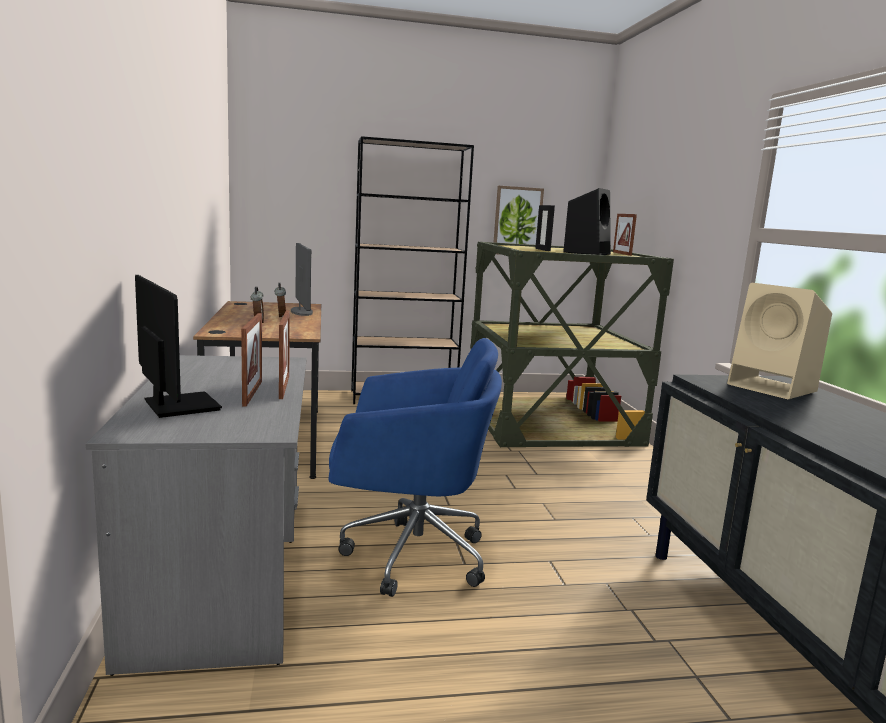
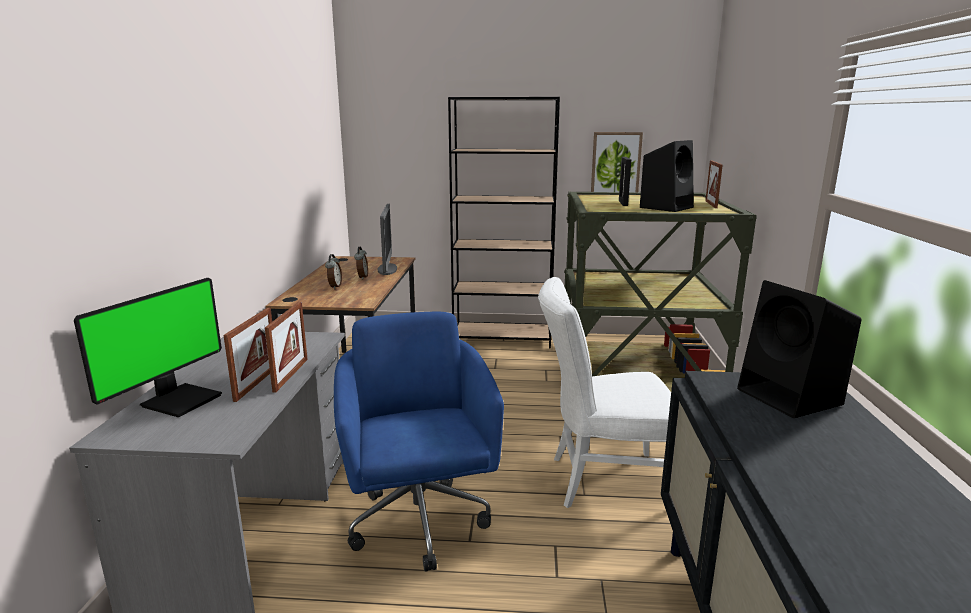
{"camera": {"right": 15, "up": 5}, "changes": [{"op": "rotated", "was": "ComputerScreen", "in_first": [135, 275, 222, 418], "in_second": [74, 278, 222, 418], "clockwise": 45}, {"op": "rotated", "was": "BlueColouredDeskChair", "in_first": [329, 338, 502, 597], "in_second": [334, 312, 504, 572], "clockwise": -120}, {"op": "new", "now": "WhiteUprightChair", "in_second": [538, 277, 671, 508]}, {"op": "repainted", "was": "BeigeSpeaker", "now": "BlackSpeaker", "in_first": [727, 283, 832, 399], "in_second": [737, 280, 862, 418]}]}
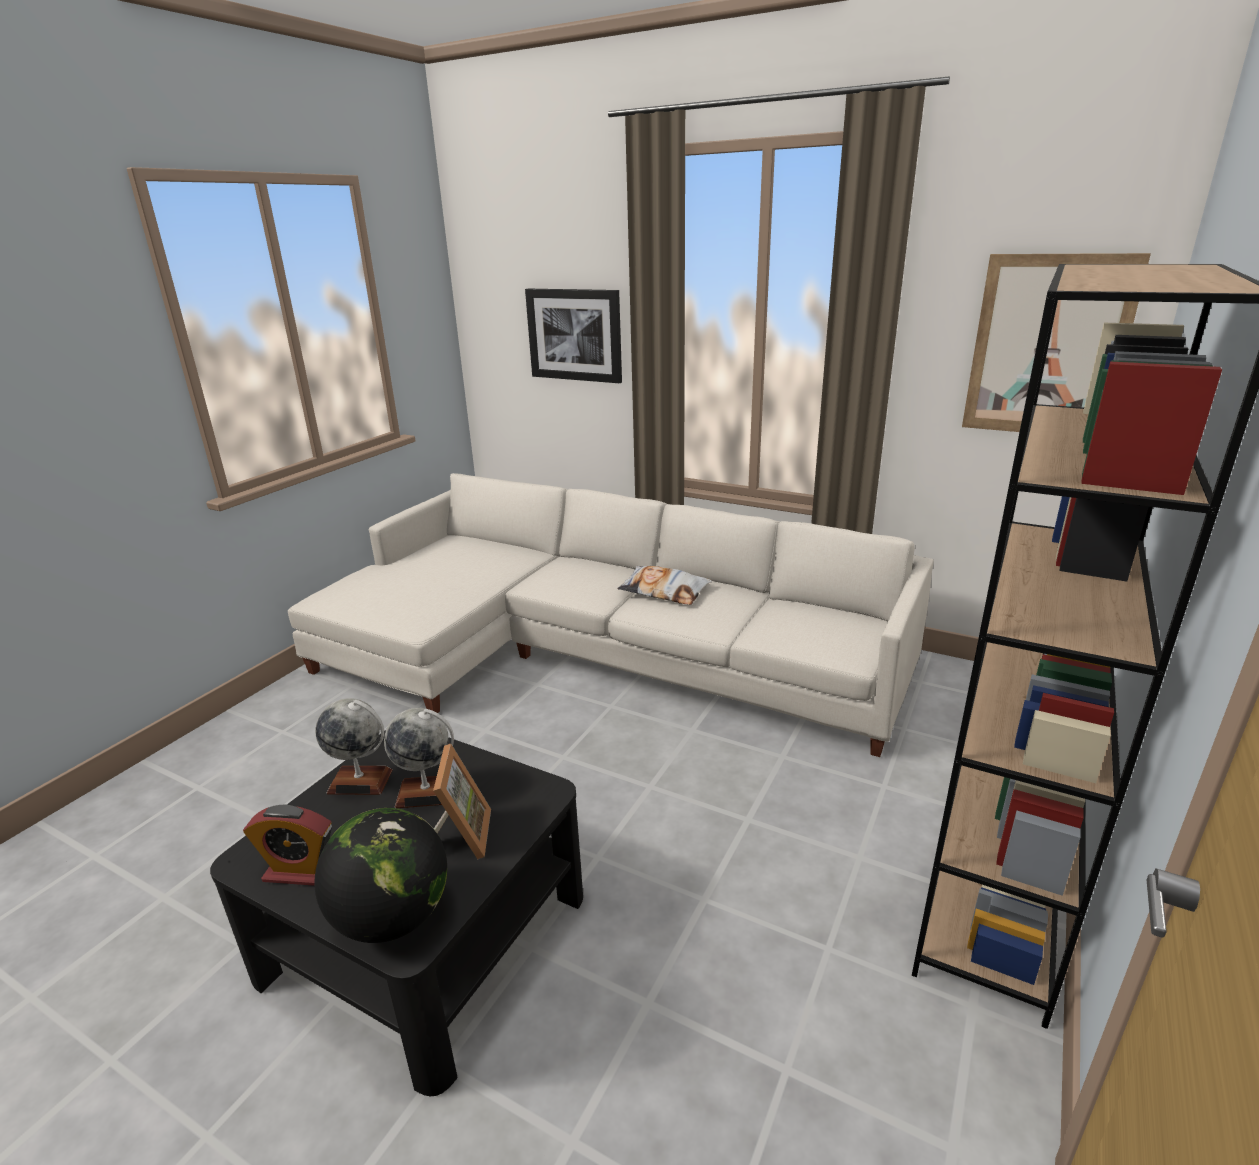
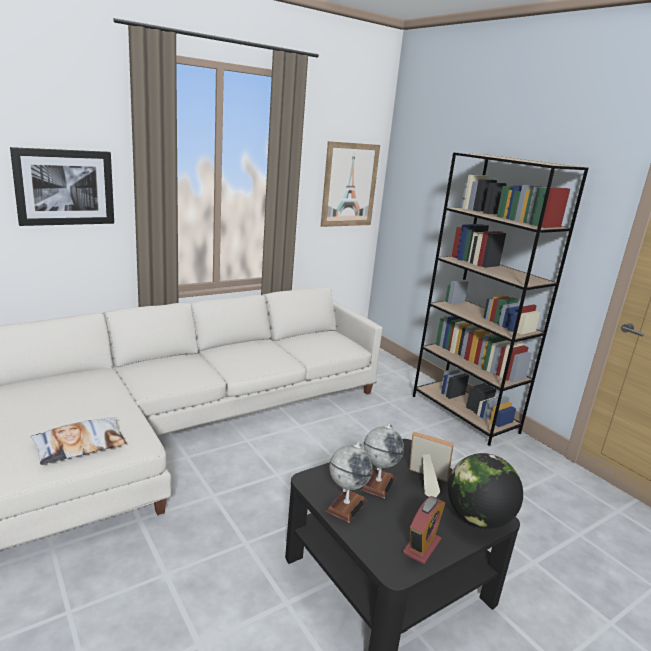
{"camera": {"right": -65, "up": -5}, "changes": [{"op": "shifted", "was": "Pillow", "in_first": [617, 566, 712, 605], "in_second": [30, 417, 126, 465]}]}
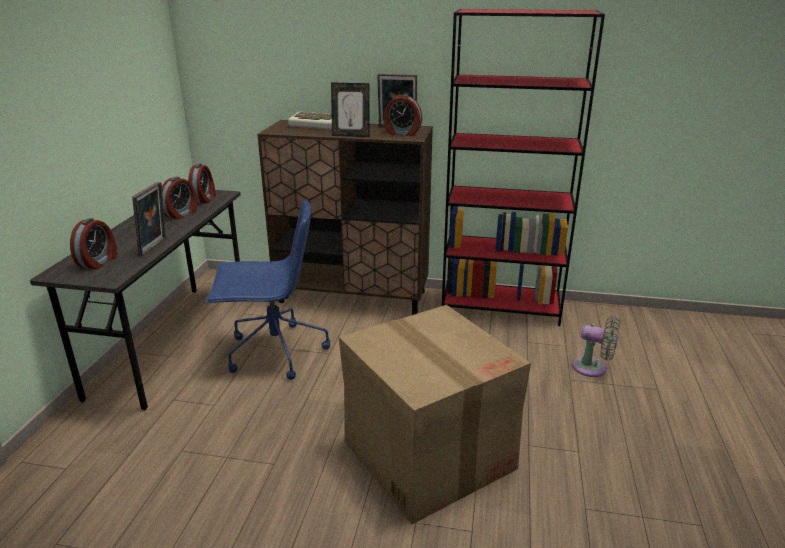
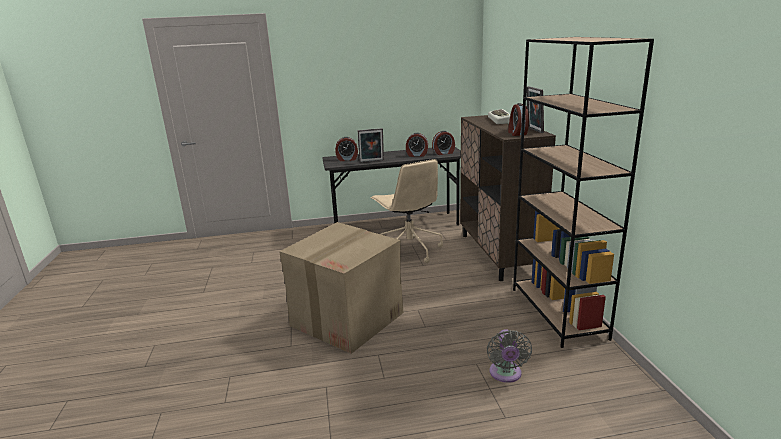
{"camera": {"right": 70, "up": -5}, "changes": [{"op": "repainted", "was": "BlueColouredDeskChair", "now": "BeigeDeskChair", "in_first": [206, 199, 330, 380], "in_second": [370, 159, 443, 263]}, {"op": "repainted", "was": "ReddishBookshelf", "now": "BeigeBookshelf", "in_first": [442, 9, 605, 326], "in_second": [513, 37, 654, 348]}, {"op": "gone", "was": "PhotoFrame", "in_first": [331, 83, 370, 137]}]}
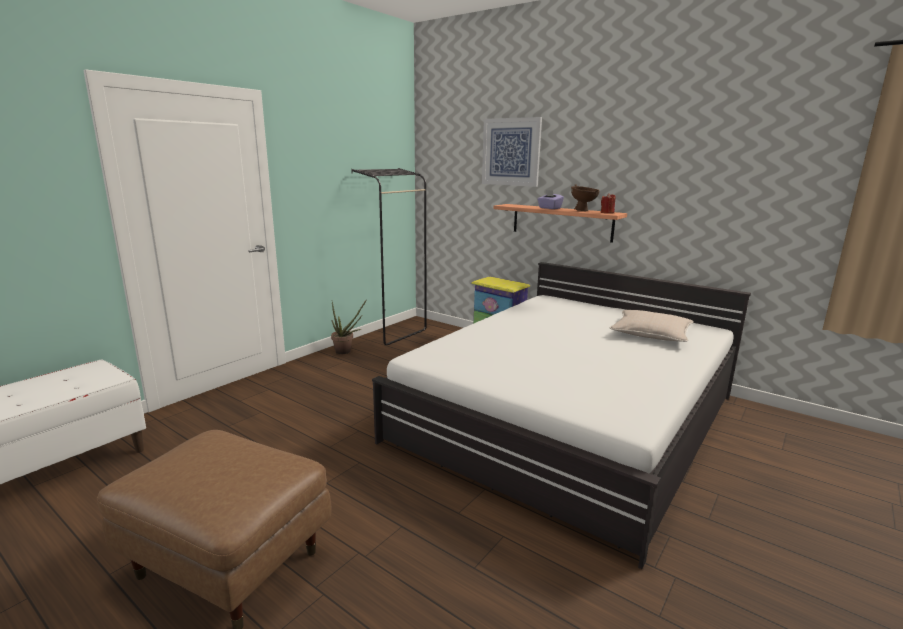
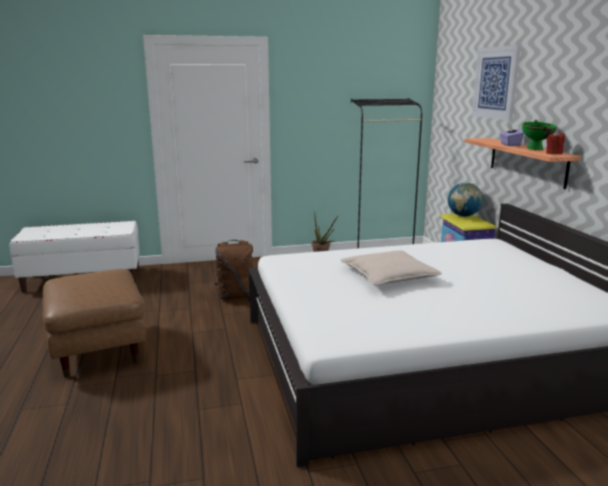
{"camera": {"right": 40, "up": 0}, "changes": [{"op": "new", "now": "BrownColouredRucksack", "in_second": [214, 240, 253, 299]}, {"op": "shifted", "was": "BeigePillow", "in_first": [610, 310, 694, 342], "in_second": [340, 250, 442, 285]}, {"op": "new", "now": "WorldGlobe", "in_second": [448, 182, 483, 217]}, {"op": "repainted", "was": "BrownColouredServingBowl", "now": "GreenColouredServingBowl", "in_first": [571, 184, 599, 211], "in_second": [522, 120, 557, 150]}]}
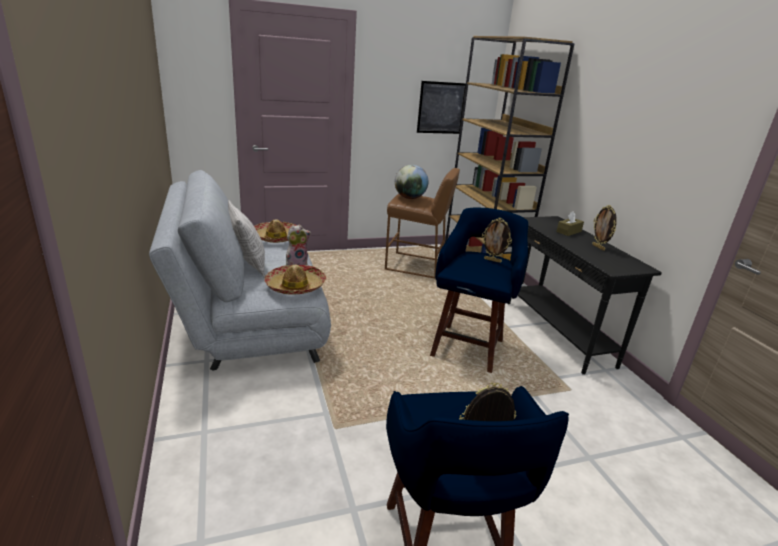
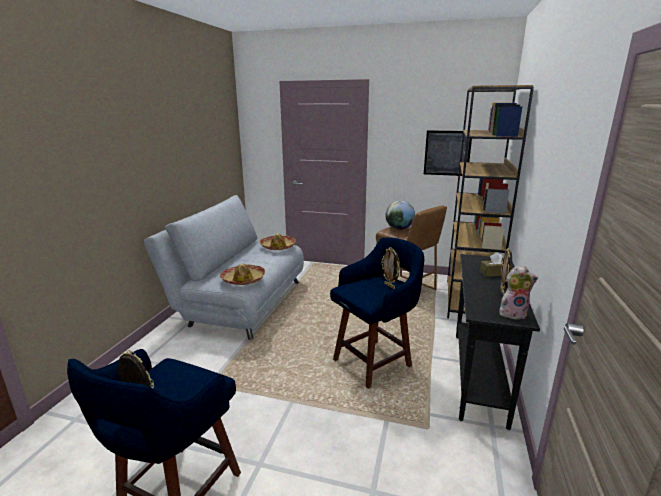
{"camera": {"right": 35, "up": -5}, "changes": [{"op": "shifted", "was": "CuddlyToy", "in_first": [286, 225, 311, 265], "in_second": [499, 266, 538, 320]}, {"op": "gone", "was": "Pillow", "in_first": [228, 200, 265, 278]}]}
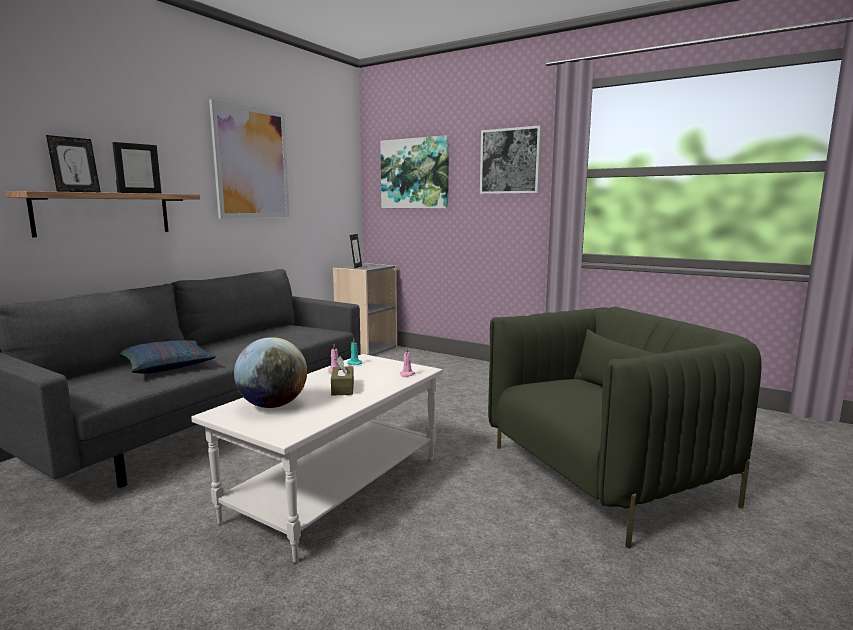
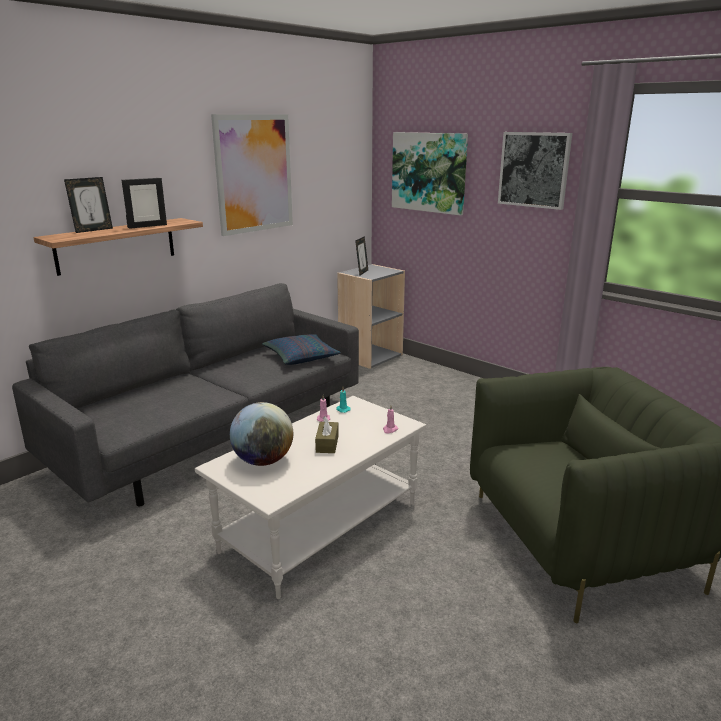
{"camera": {"right": 10, "up": 10}, "changes": [{"op": "shifted", "was": "BlueColouredPillow", "in_first": [119, 340, 216, 374], "in_second": [262, 334, 341, 365]}]}
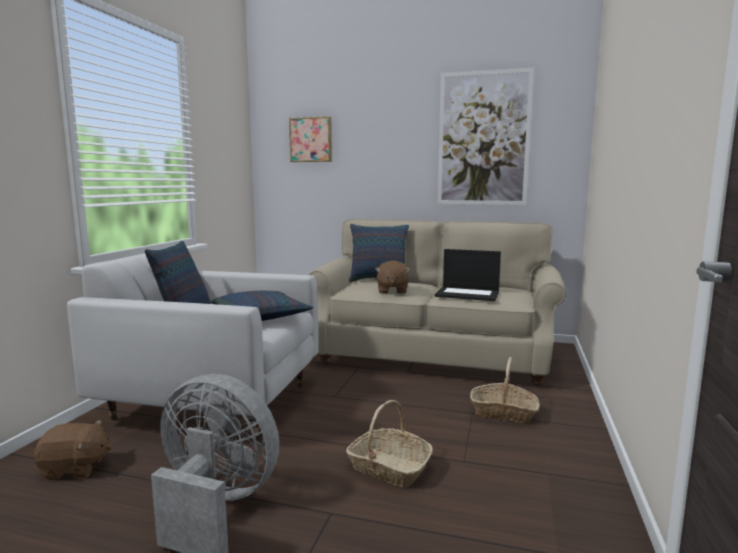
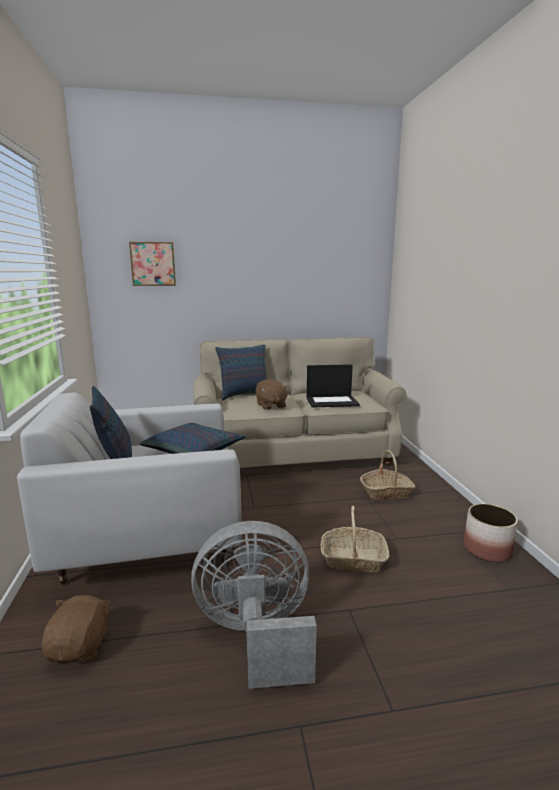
{"camera": {"right": -25, "up": 5}, "changes": [{"op": "rotated", "was": "BrownColouredCuddlyToy", "in_first": [34, 420, 112, 480], "in_second": [42, 595, 110, 663], "clockwise": -60}, {"op": "new", "now": "FlowerPot", "in_second": [464, 504, 518, 562]}, {"op": "gone", "was": "Picture", "in_first": [438, 68, 534, 205]}]}
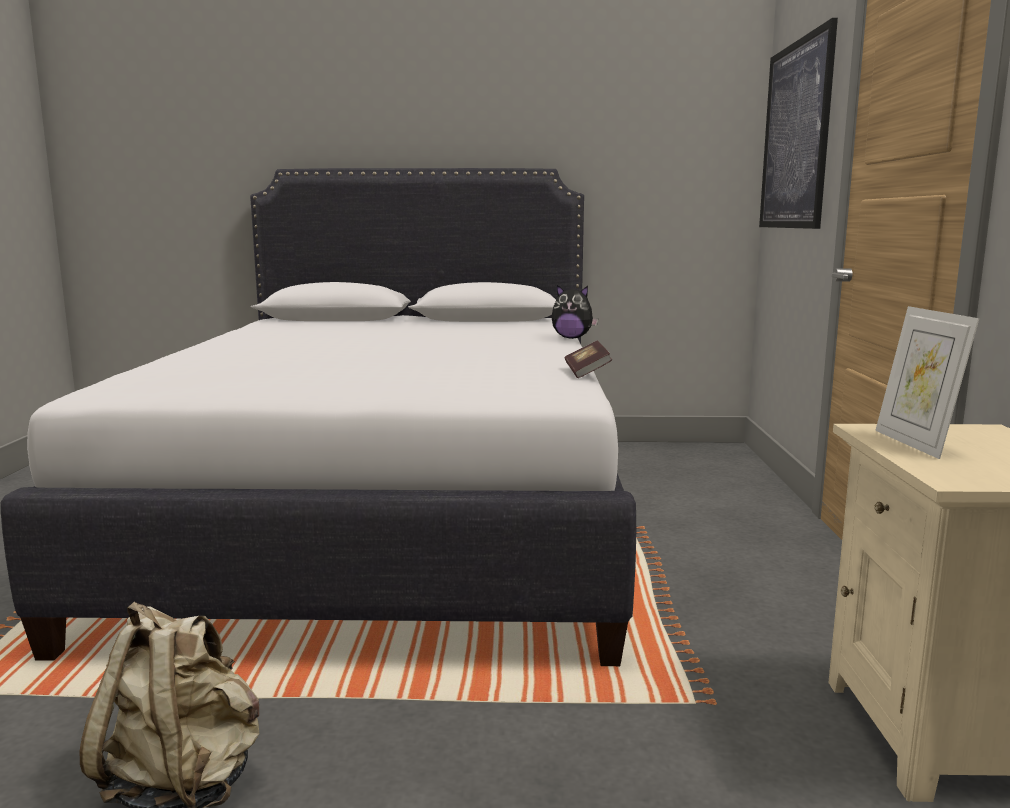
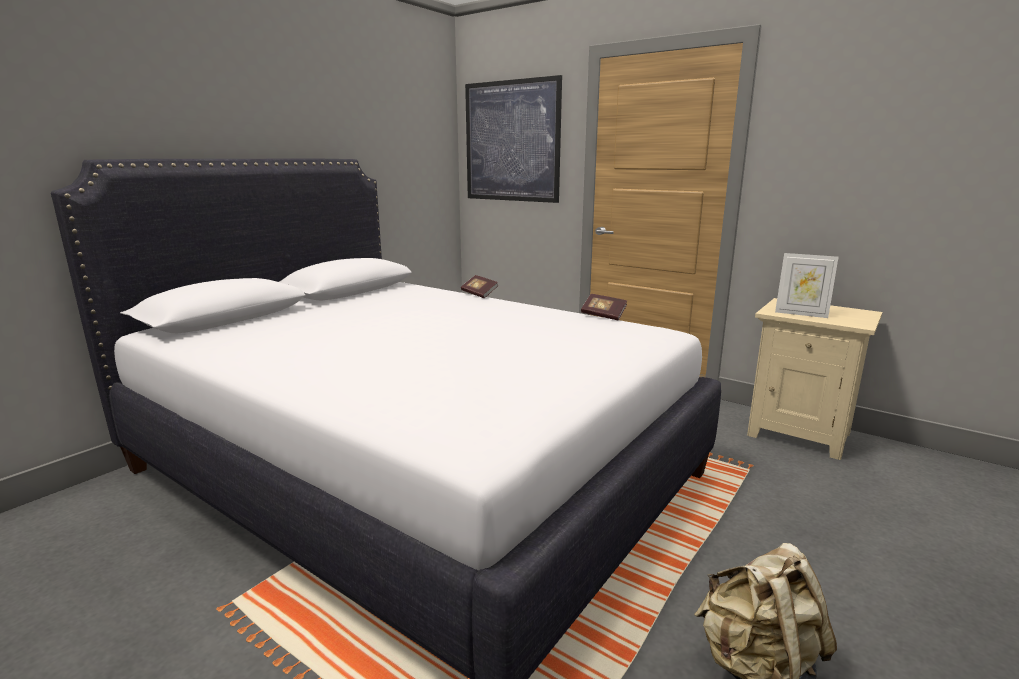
{"camera": {"right": -55, "up": 5}, "changes": [{"op": "swapped", "was": "CuddlyToy", "now": "Book", "in_first": [551, 285, 598, 339], "in_second": [461, 275, 499, 298]}]}
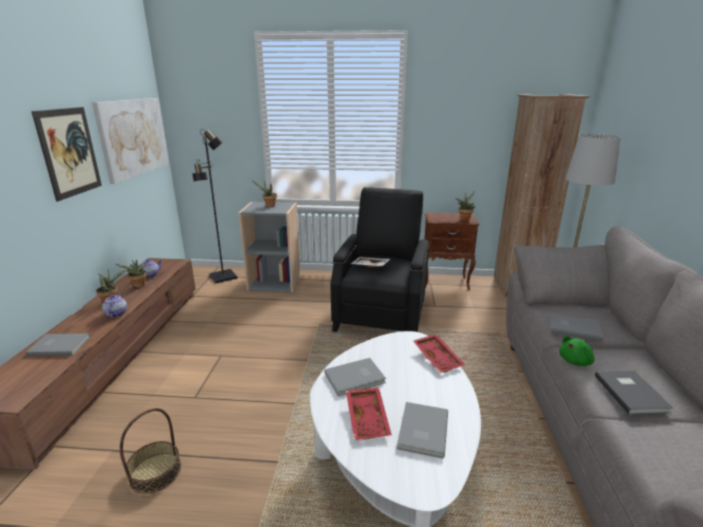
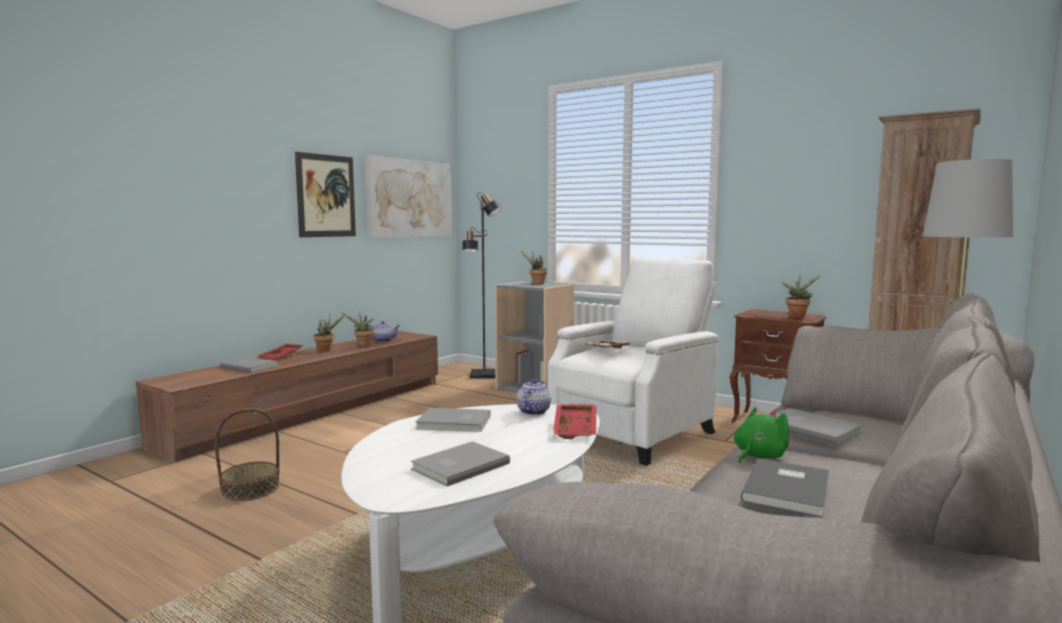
{"camera": {"right": 30, "up": -15}, "changes": [{"op": "shifted", "was": "ReddishTray", "in_first": [346, 387, 392, 440], "in_second": [256, 344, 304, 360]}, {"op": "shifted", "was": "TeaPot", "in_first": [102, 292, 127, 317], "in_second": [516, 379, 551, 415]}, {"op": "repainted", "was": "BlackLoungeChair", "now": "WhiteLoungeChair", "in_first": [331, 187, 429, 332], "in_second": [548, 257, 718, 466]}, {"op": "rotated", "was": "GreenColouredCuddlyToy", "in_first": [559, 336, 595, 366], "in_second": [734, 407, 789, 463], "clockwise": 135}]}
